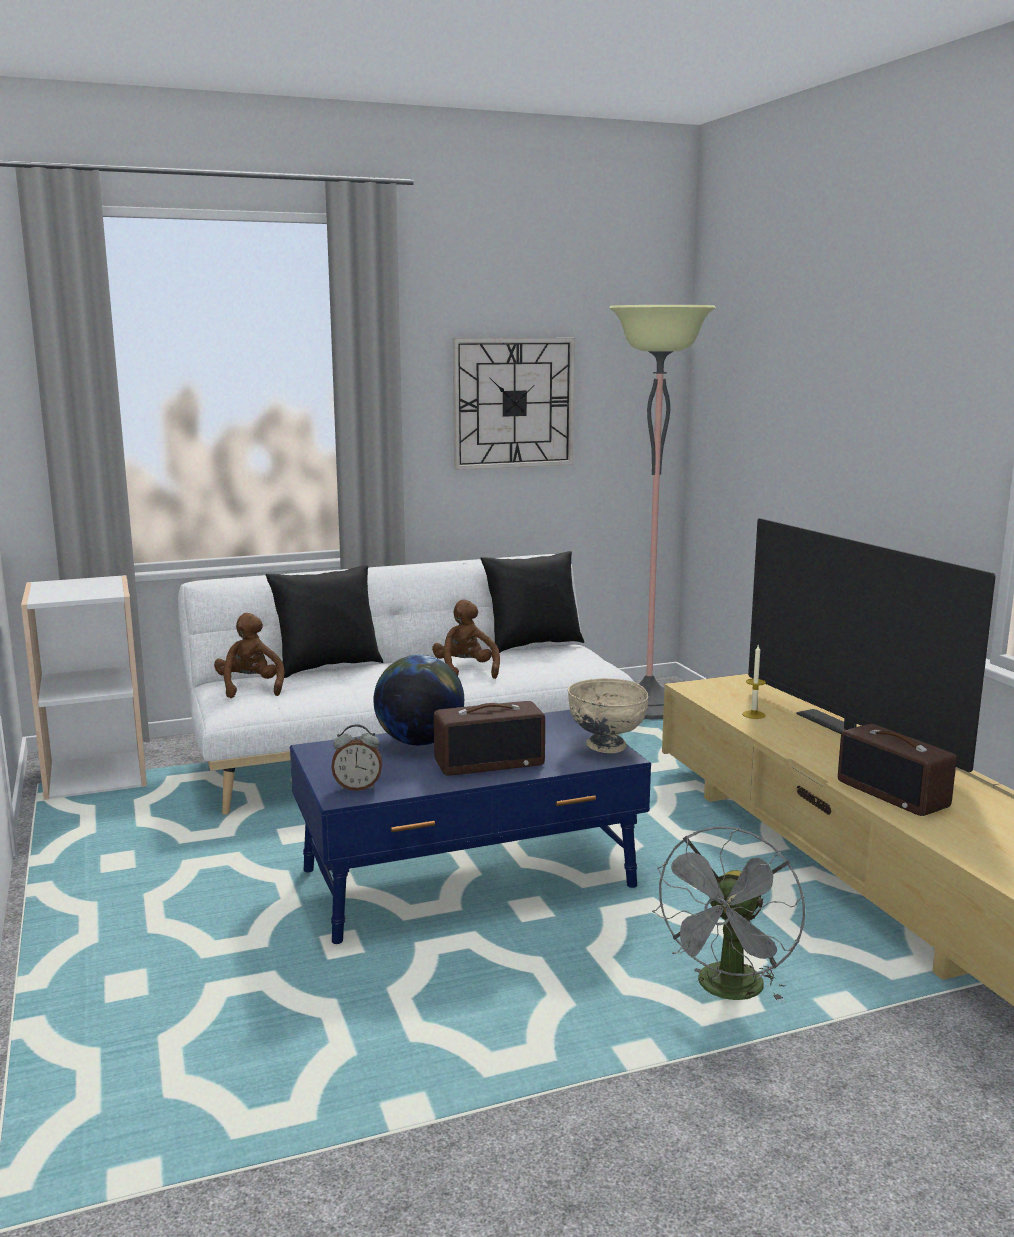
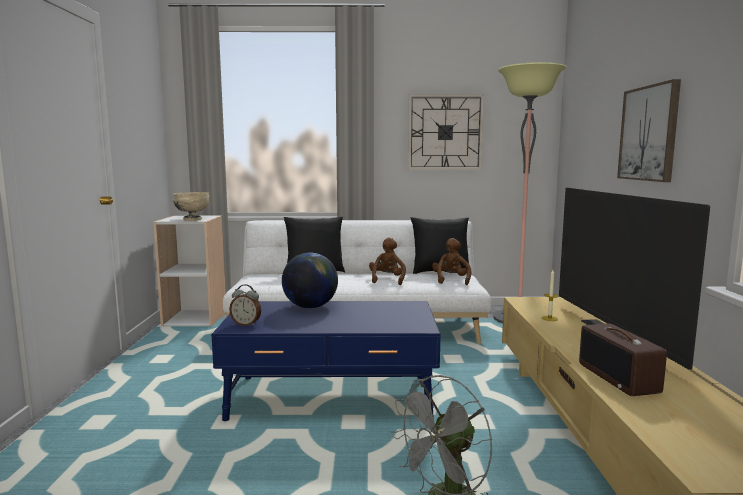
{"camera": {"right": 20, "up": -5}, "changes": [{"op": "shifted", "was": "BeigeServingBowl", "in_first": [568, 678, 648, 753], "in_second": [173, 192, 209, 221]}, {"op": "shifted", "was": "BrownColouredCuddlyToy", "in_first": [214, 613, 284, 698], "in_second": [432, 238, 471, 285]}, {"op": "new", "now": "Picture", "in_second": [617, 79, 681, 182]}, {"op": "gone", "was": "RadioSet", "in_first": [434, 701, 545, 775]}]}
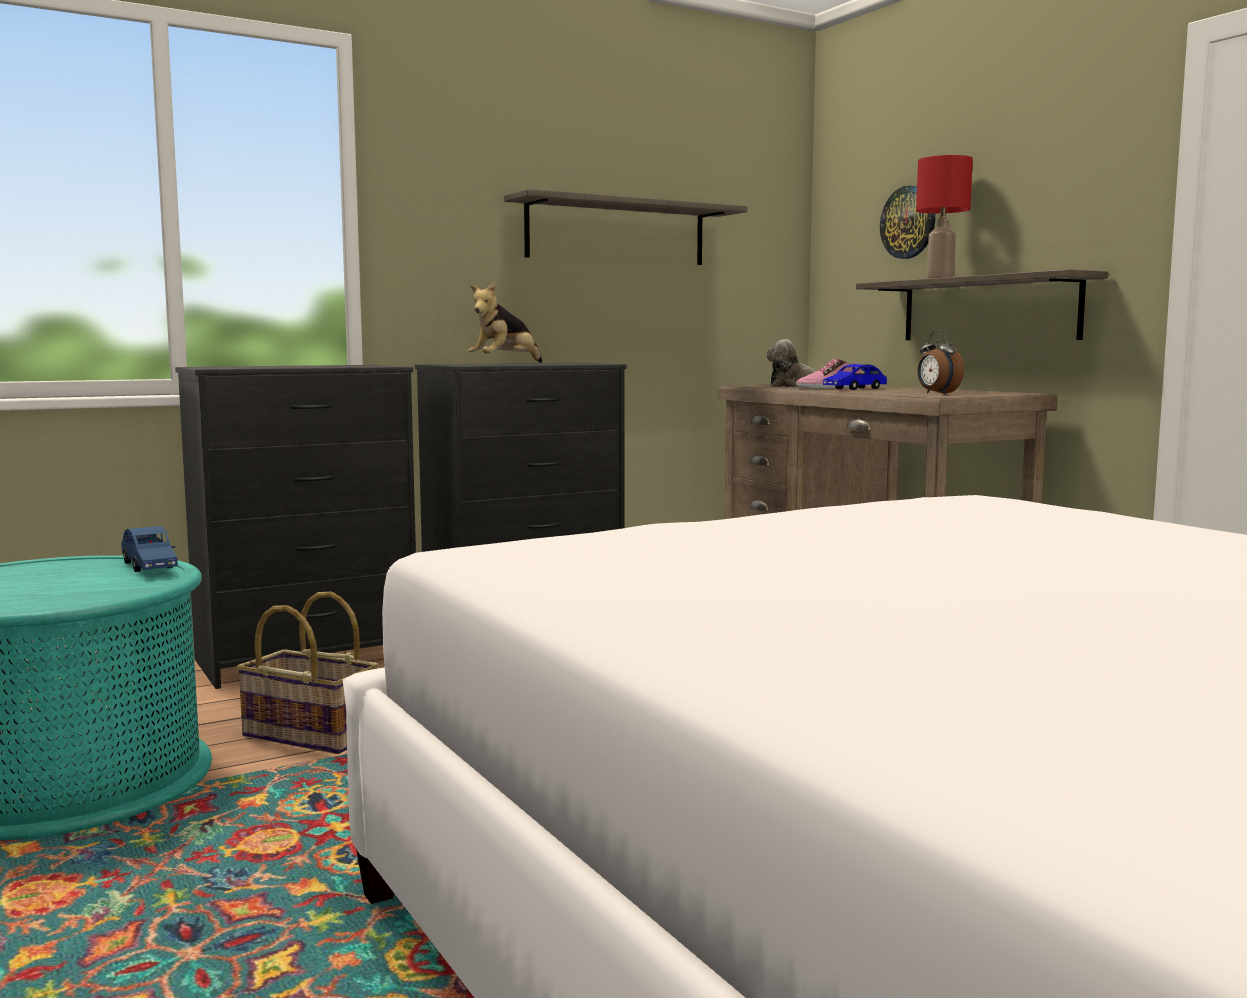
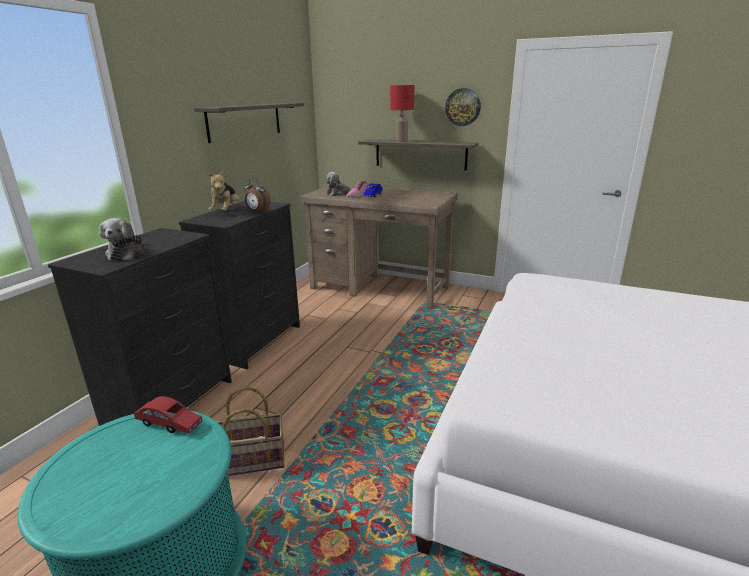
{"camera": {"right": -35, "up": 15}, "changes": [{"op": "new", "now": "CuddlyToy", "in_second": [99, 218, 144, 261]}, {"op": "repainted", "was": "BlueColouredMiniatureCar", "now": "ReddishMiniatureCar", "in_first": [121, 526, 178, 572], "in_second": [134, 396, 203, 433]}, {"op": "shifted", "was": "BedsideClock", "in_first": [917, 330, 964, 394], "in_second": [245, 178, 271, 213]}, {"op": "shifted", "was": "WallClock", "in_first": [880, 186, 935, 259], "in_second": [445, 88, 481, 126]}]}
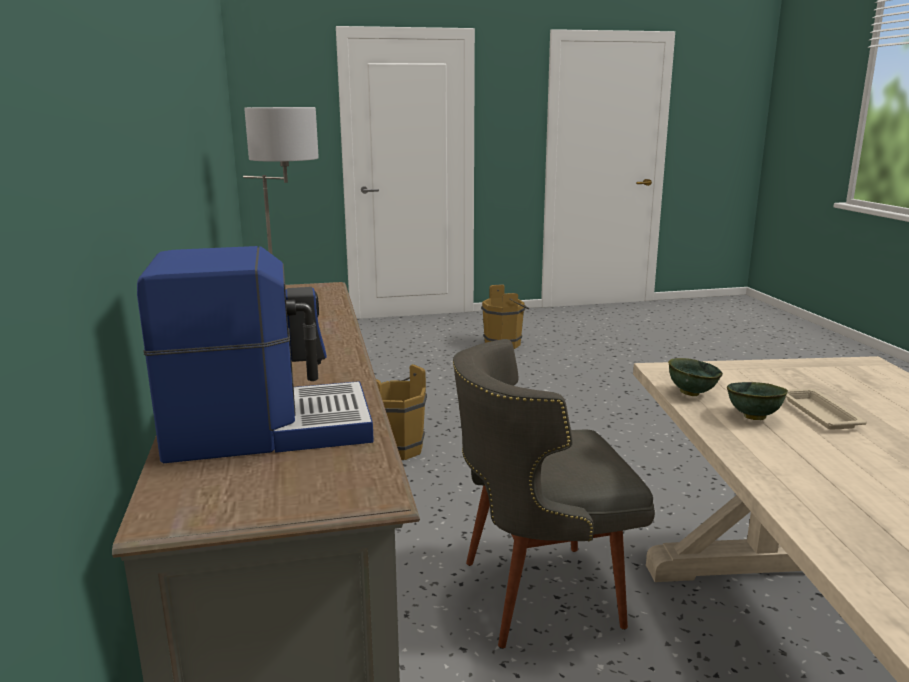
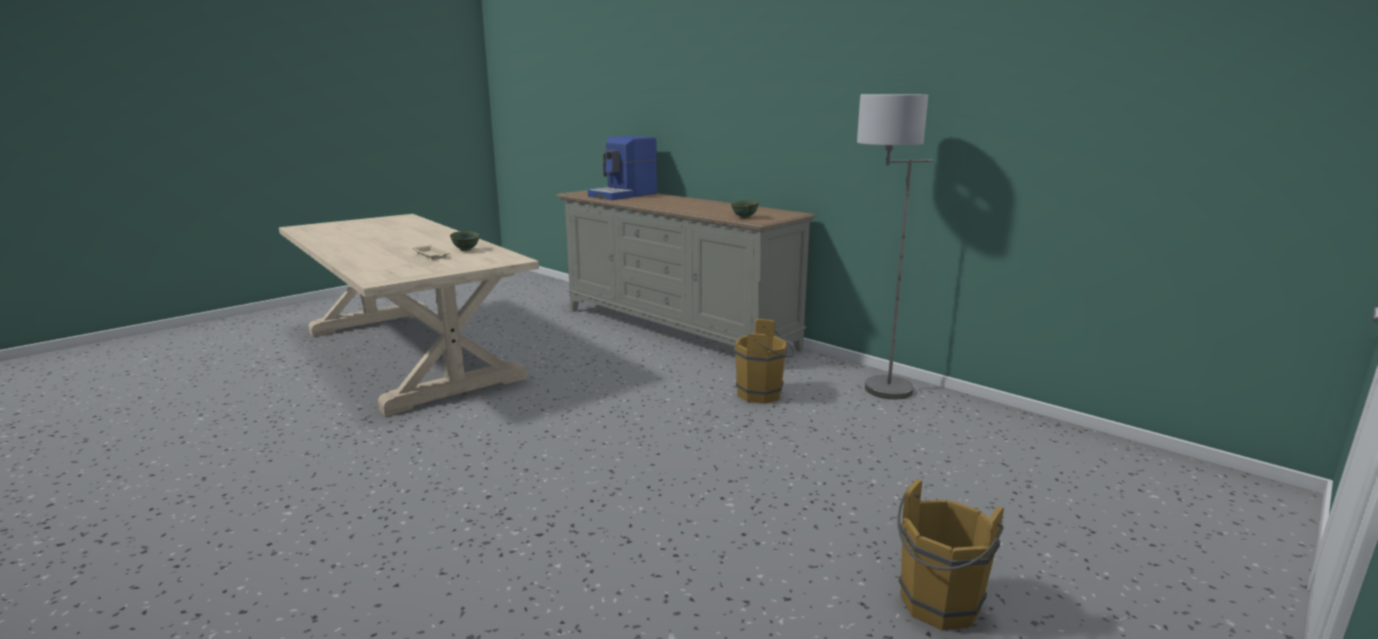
{"camera": {"right": 145, "up": 0}, "changes": [{"op": "shifted", "was": "GreenColouredServingBowl", "in_first": [668, 358, 723, 396], "in_second": [731, 200, 759, 219]}, {"op": "gone", "was": "GreyishUprightChair", "in_first": [453, 339, 655, 649]}]}
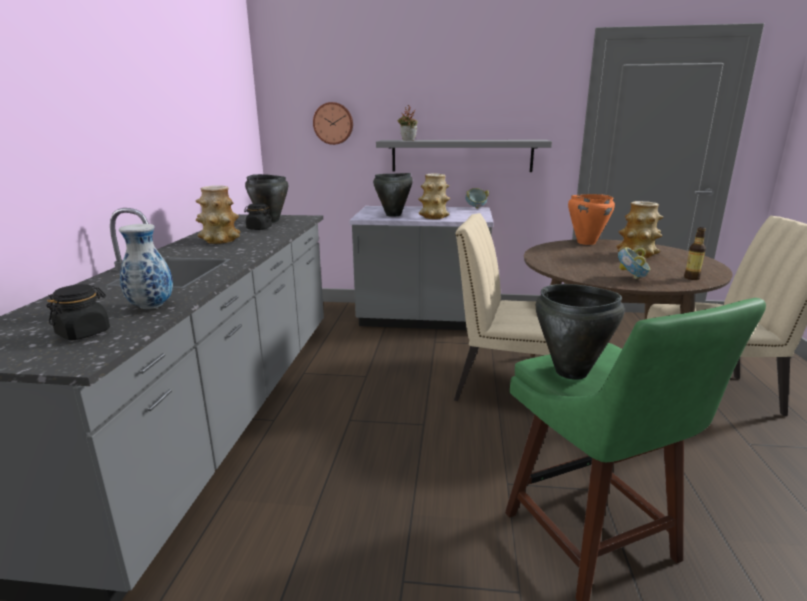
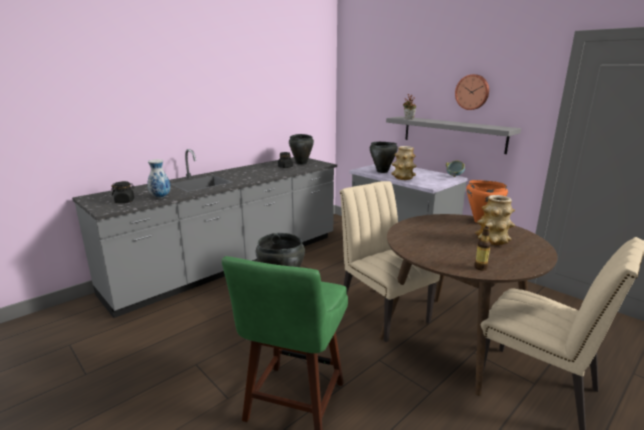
{"camera": {"right": 40, "up": 0}, "changes": [{"op": "shifted", "was": "WallClock", "in_first": [313, 102, 353, 145], "in_second": [455, 74, 489, 110]}, {"op": "gone", "was": "Vase", "in_first": [196, 185, 240, 244]}, {"op": "gone", "was": "ServingBowl", "in_first": [618, 247, 651, 279]}]}
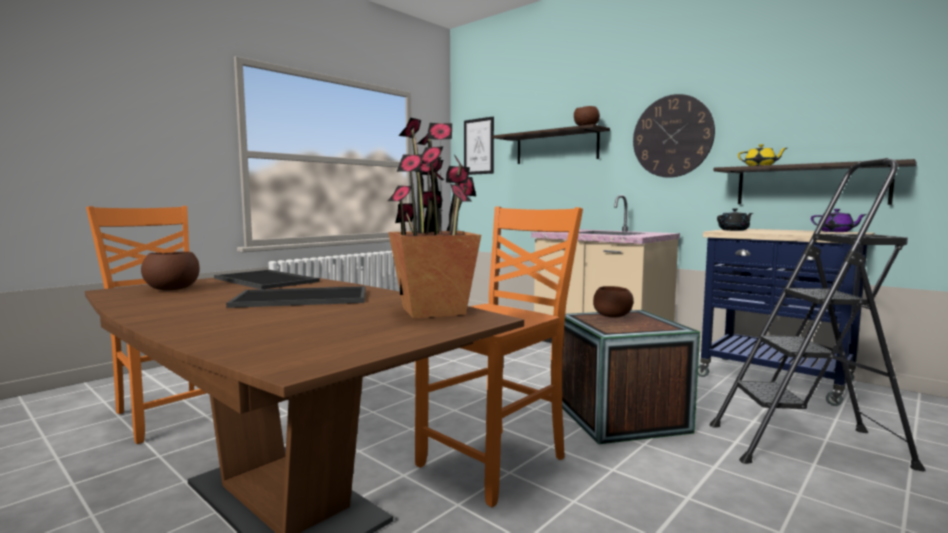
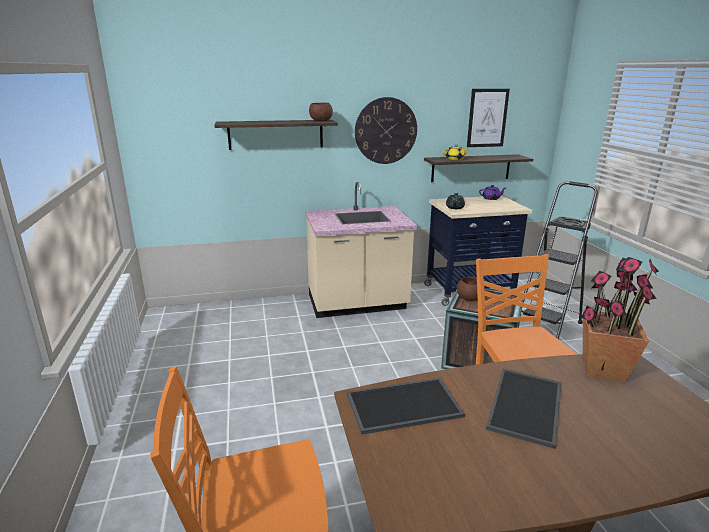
{"camera": {"right": -55, "up": 15}, "changes": [{"op": "shifted", "was": "Picture", "in_first": [464, 117, 494, 175], "in_second": [467, 89, 510, 147]}, {"op": "gone", "was": "BrownColouredServingBowl", "in_first": [141, 251, 200, 290]}]}
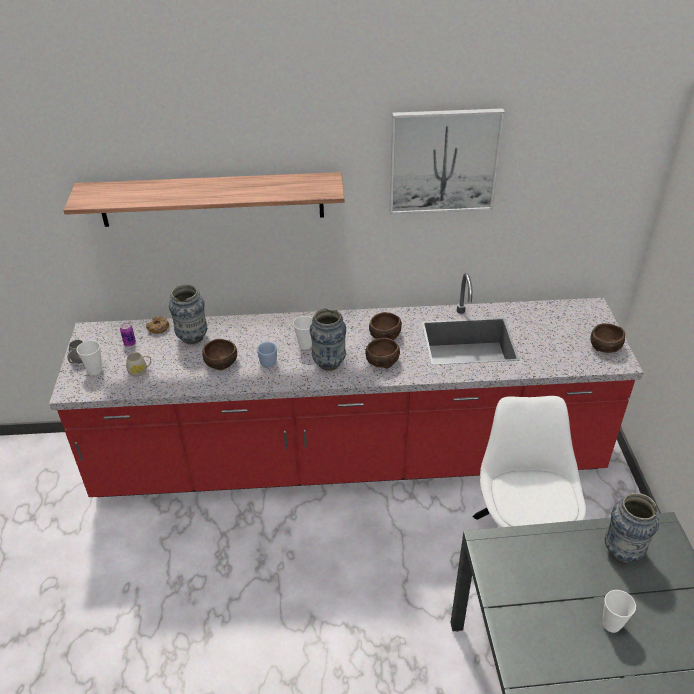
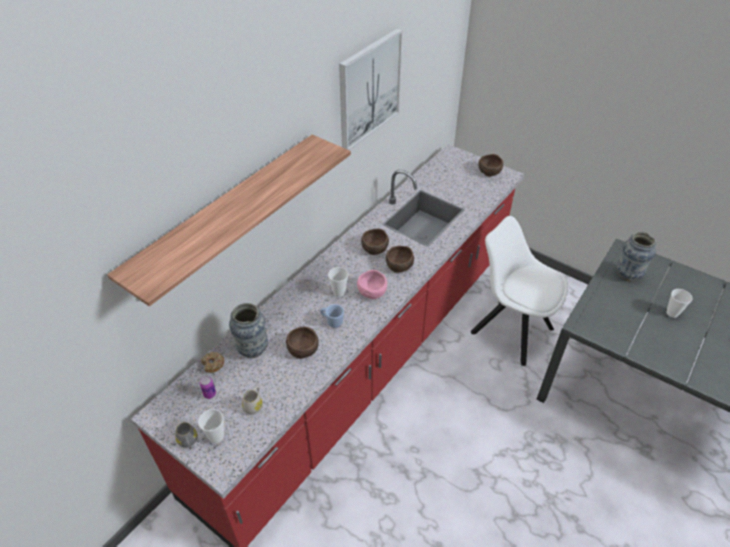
{"camera": {"right": -50, "up": 5}, "changes": [{"op": "swapped", "was": "Vase", "now": "PinkServingBowl", "in_first": [310, 308, 346, 371], "in_second": [357, 270, 387, 299]}]}
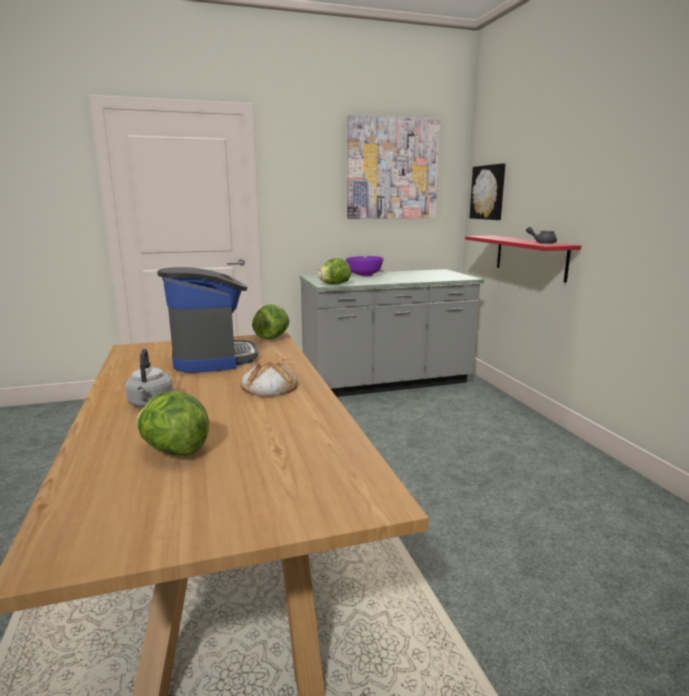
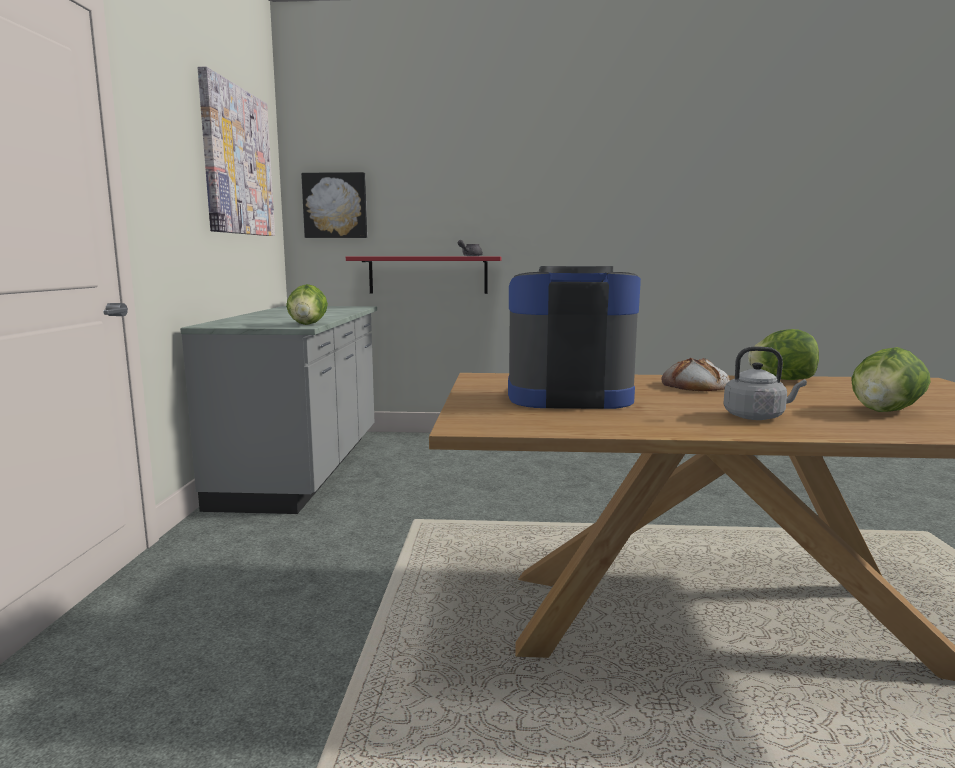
{"camera": {"right": -70, "up": -5}, "changes": [{"op": "shifted", "was": "Lettuce", "in_first": [252, 304, 289, 340], "in_second": [748, 329, 819, 380]}, {"op": "gone", "was": "PurplishServingBowl", "in_first": [346, 256, 384, 276]}]}
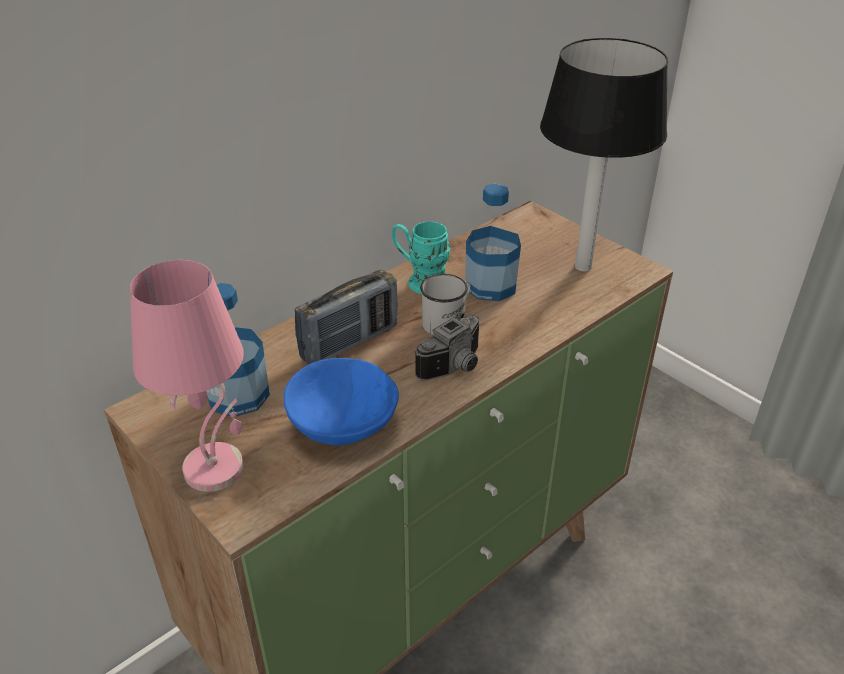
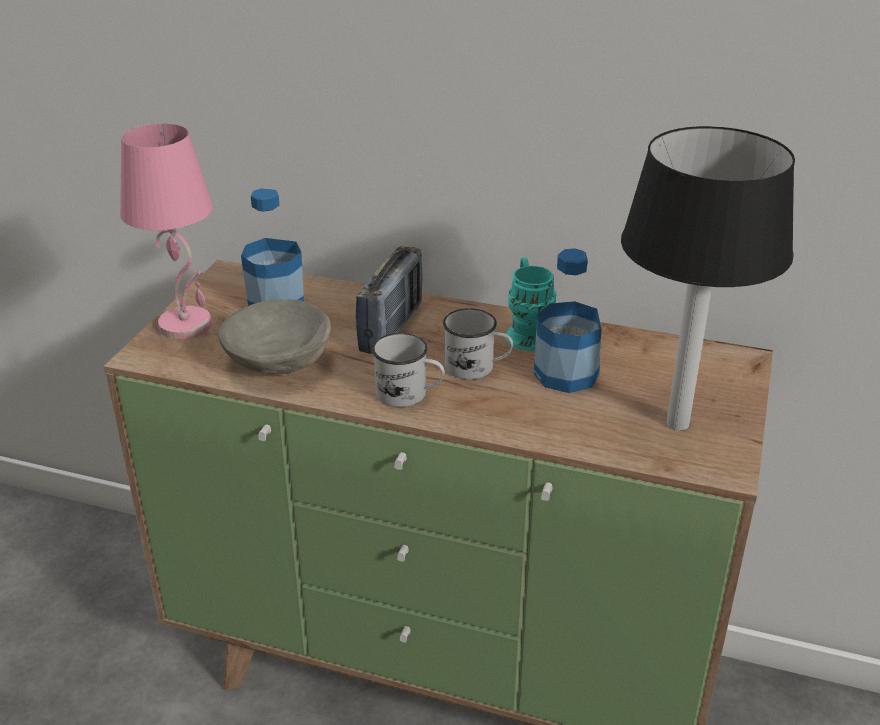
{"camera": {"right": 60, "up": -5}, "changes": [{"op": "repainted", "was": "BlueColouredServingBowl", "now": "GreyishServingBowl", "in_first": [284, 358, 399, 446], "in_second": [218, 299, 331, 374]}, {"op": "rotated", "was": "RadioSet", "in_first": [295, 269, 398, 364], "in_second": [356, 246, 423, 354], "clockwise": -90}, {"op": "swapped", "was": "StillCamera", "now": "WhiteMug", "in_first": [415, 315, 479, 381], "in_second": [372, 333, 445, 407]}]}
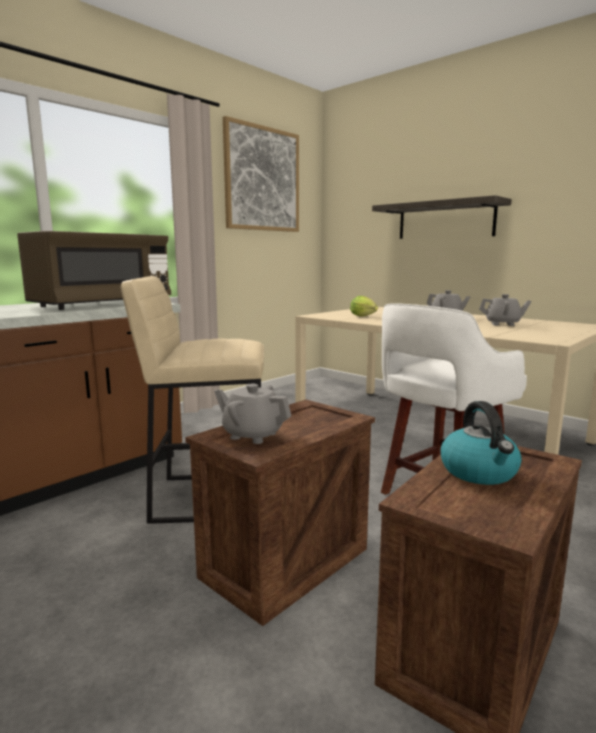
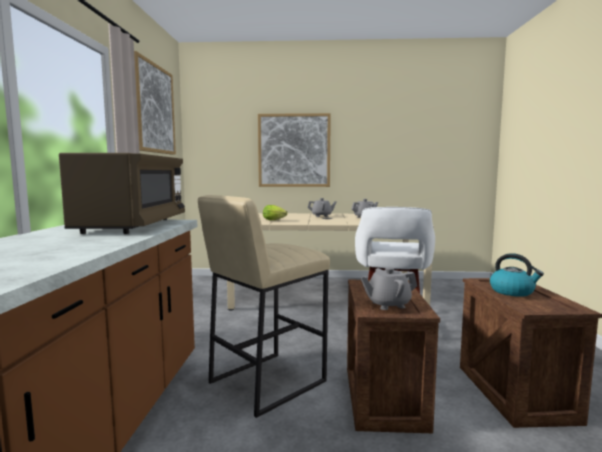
{"camera": {"right": -40, "up": -5}, "changes": [{"op": "swapped", "was": "Shelf", "now": "Picture", "in_first": [372, 195, 512, 239], "in_second": [258, 113, 331, 187]}]}
